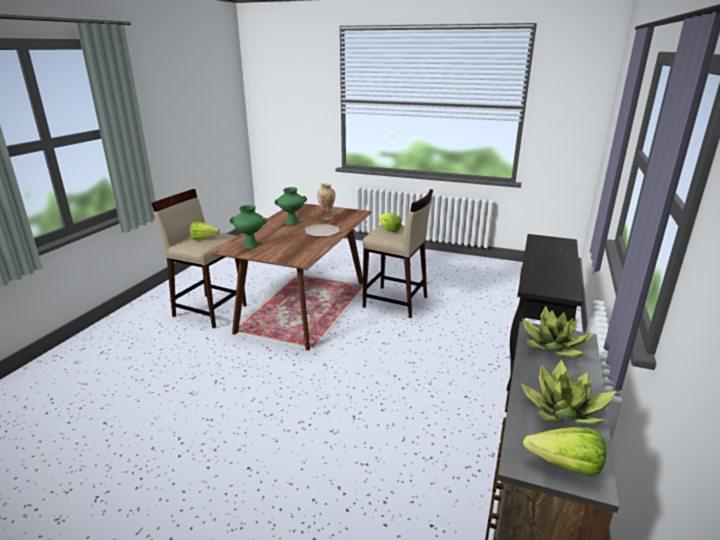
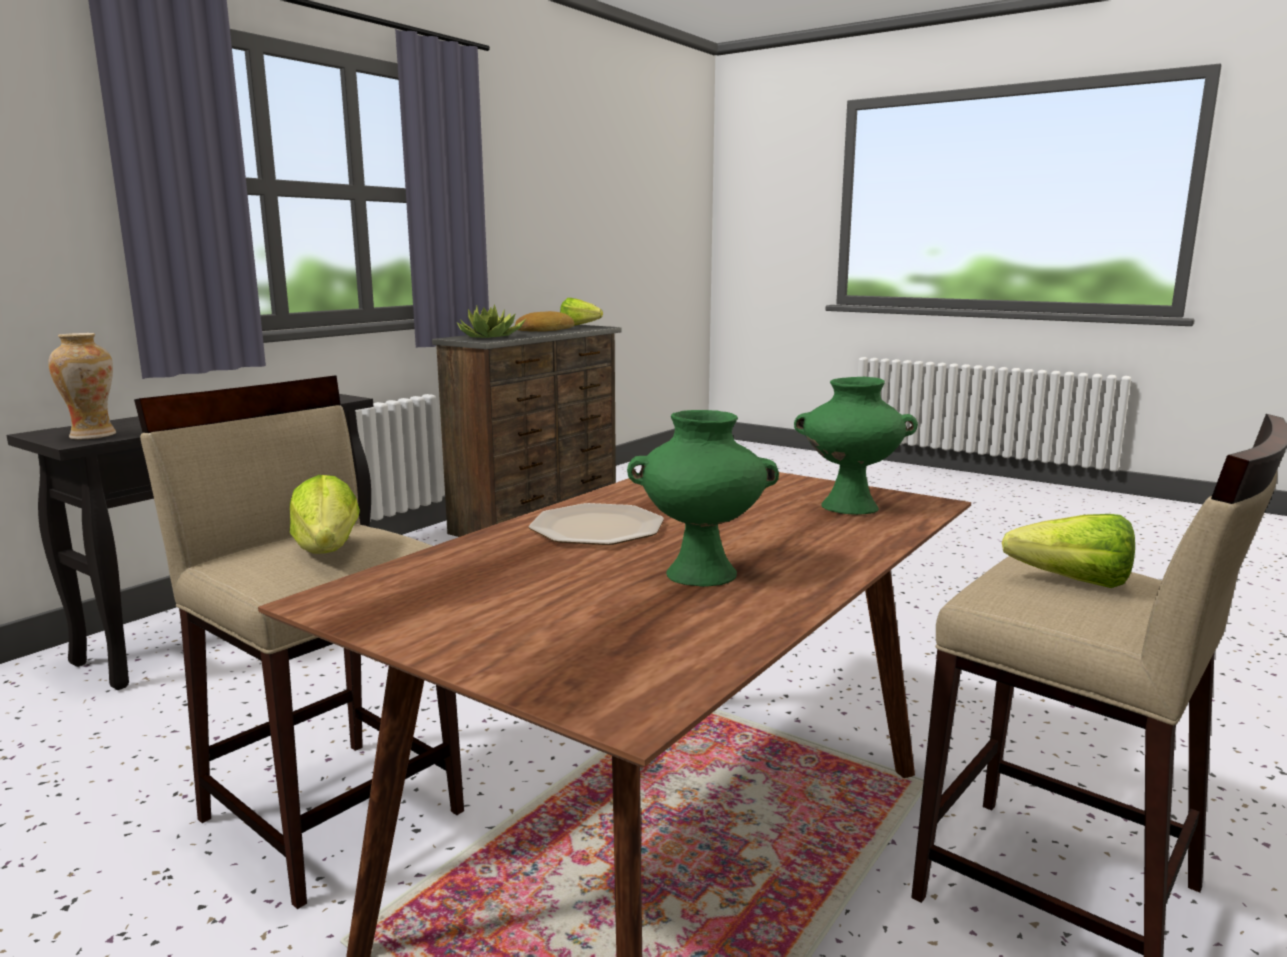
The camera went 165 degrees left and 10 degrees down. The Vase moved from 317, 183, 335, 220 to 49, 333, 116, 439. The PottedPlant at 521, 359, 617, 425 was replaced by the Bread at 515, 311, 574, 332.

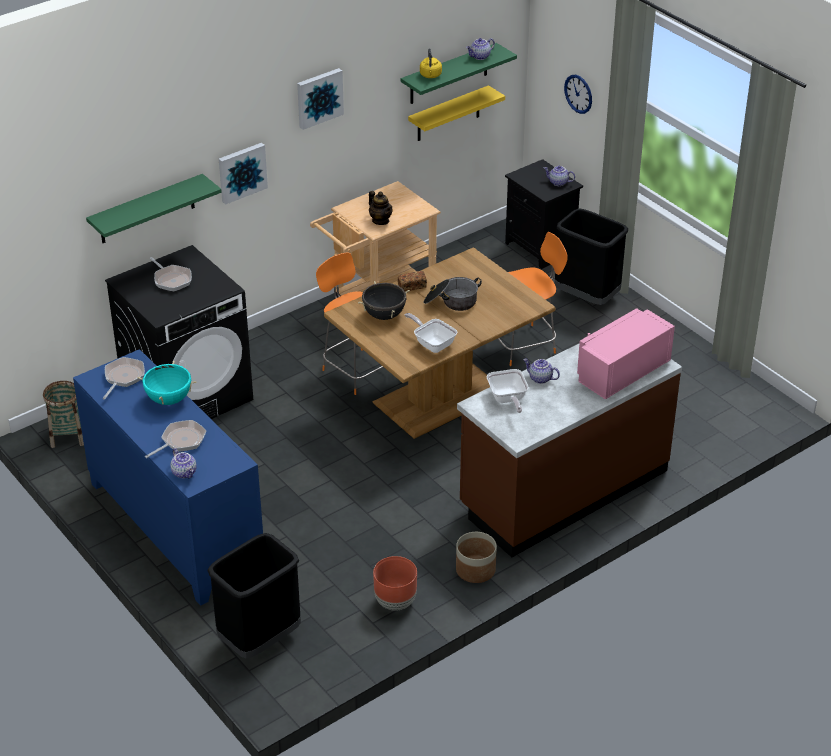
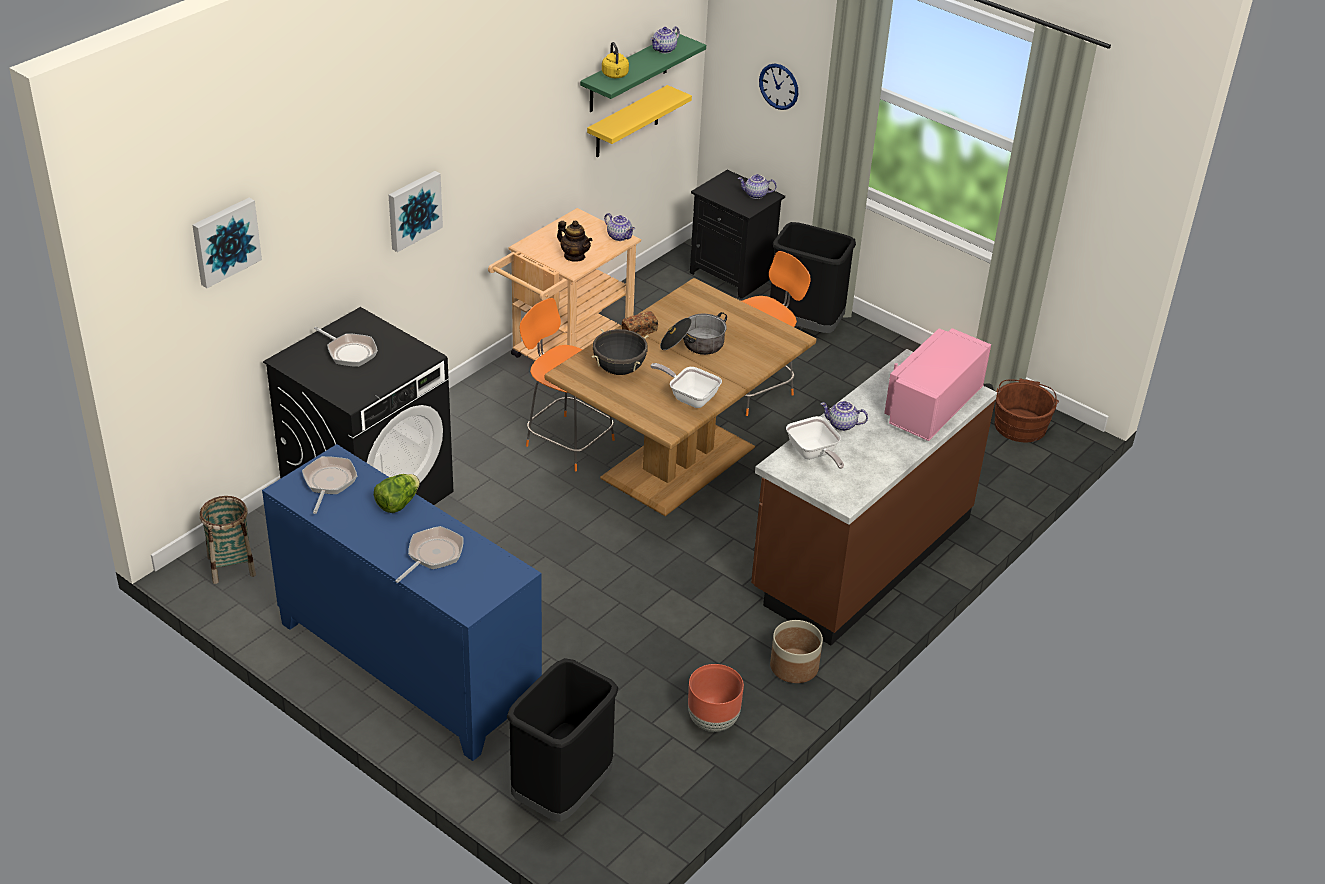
The camera went 15 degrees left and 0 degrees up. The GreenShelf at 86, 174, 222, 243 disappeared. The BrownBucket at 994, 379, 1059, 443 appeared. The Teapot moved from 170, 448, 197, 478 to 604, 213, 635, 241. The Picture moved from 297, 68, 344, 130 to 192, 198, 262, 288. The TurquoiseCookingPot at 137, 361, 196, 405 was replaced by the Lettuce at 374, 474, 420, 513.

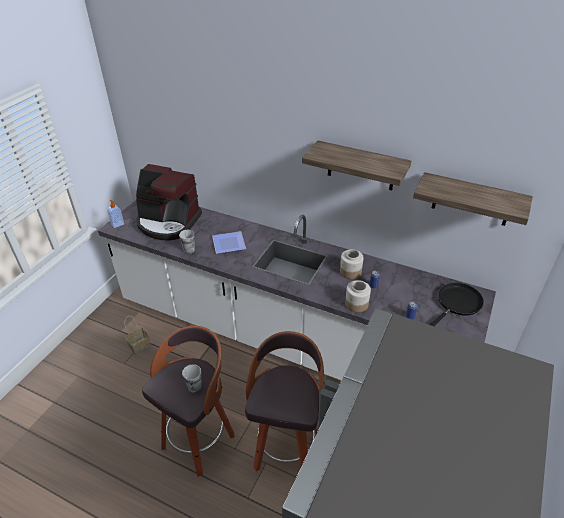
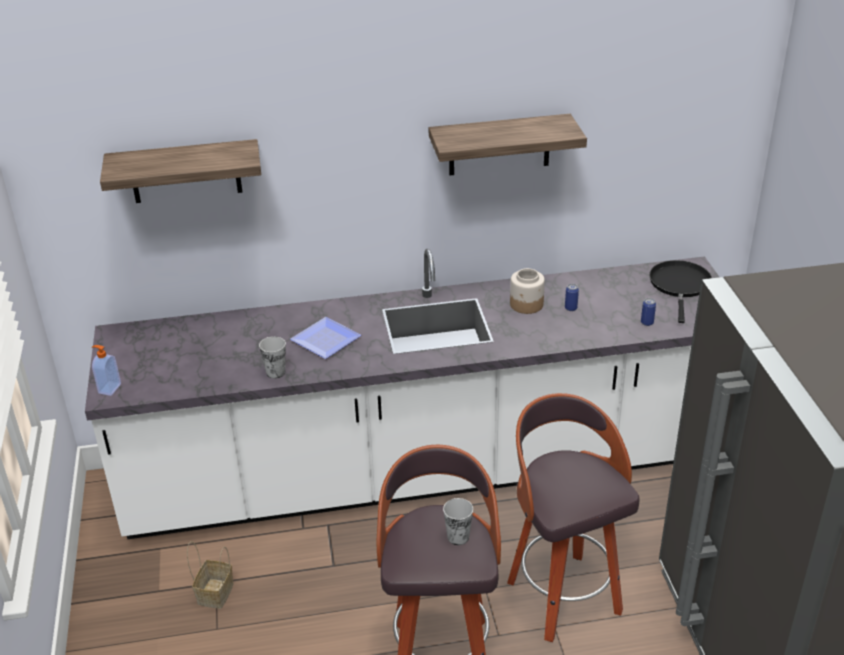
The camera went 35 degrees left and 5 degrees down. The CoffeeMachine at 136, 164, 202, 241 disappeared. The Jar at 345, 280, 371, 312 disappeared. The Shelf moved from 413, 172, 533, 226 to 100, 139, 261, 203.

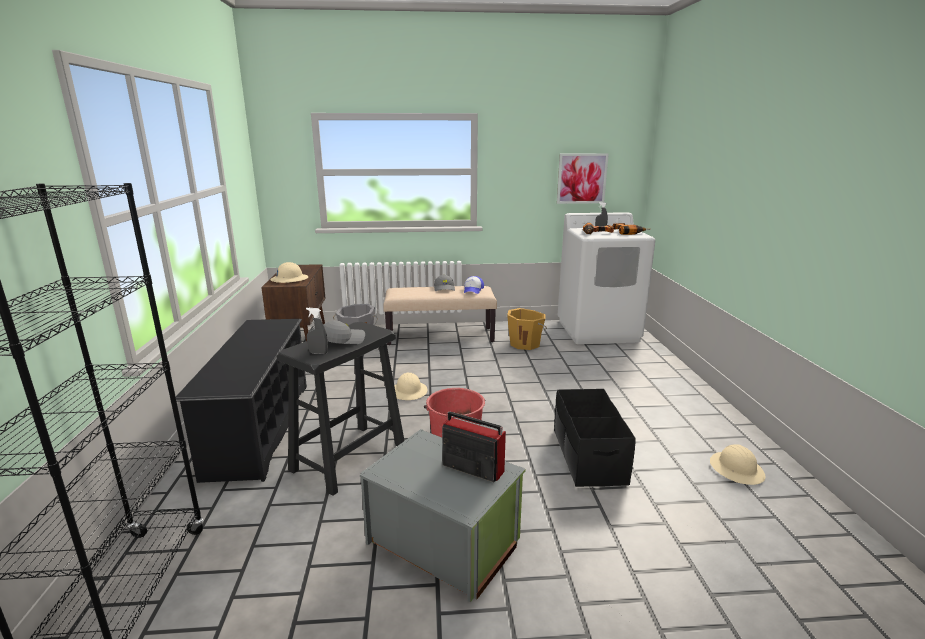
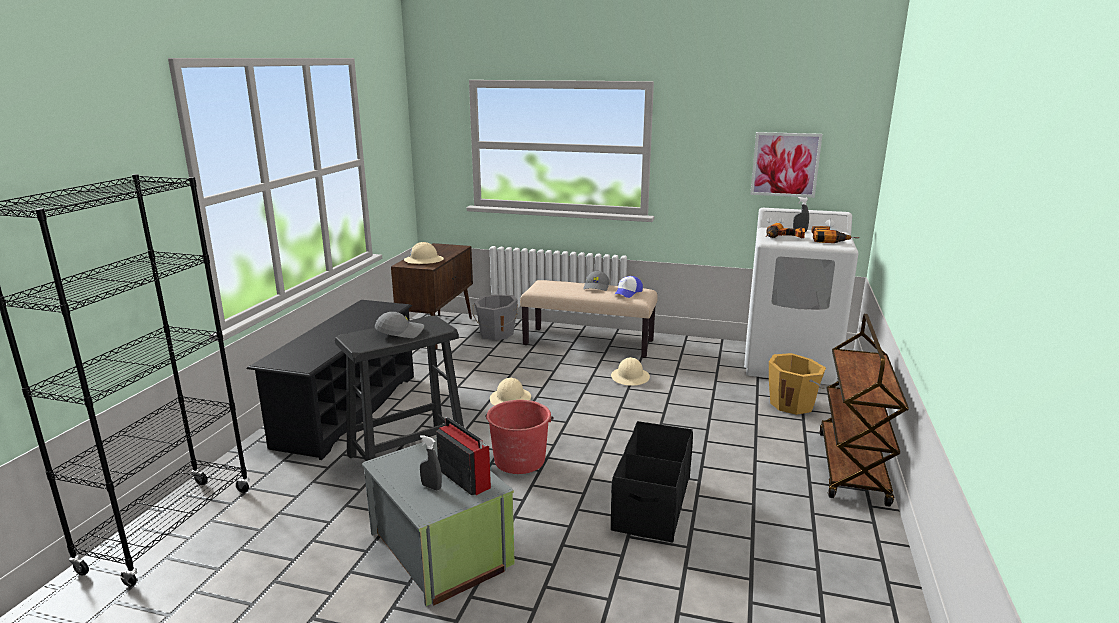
The camera went 20 degrees right and 0 degrees up. The BrownCart at 819, 314, 909, 507 appeared. The GreySprayBottle moved from 306, 308, 328, 354 to 420, 435, 442, 490. The OrangeBucket moved from 507, 308, 547, 350 to 769, 353, 826, 415. The BeigeHardHat moved from 710, 444, 765, 485 to 611, 357, 650, 386.

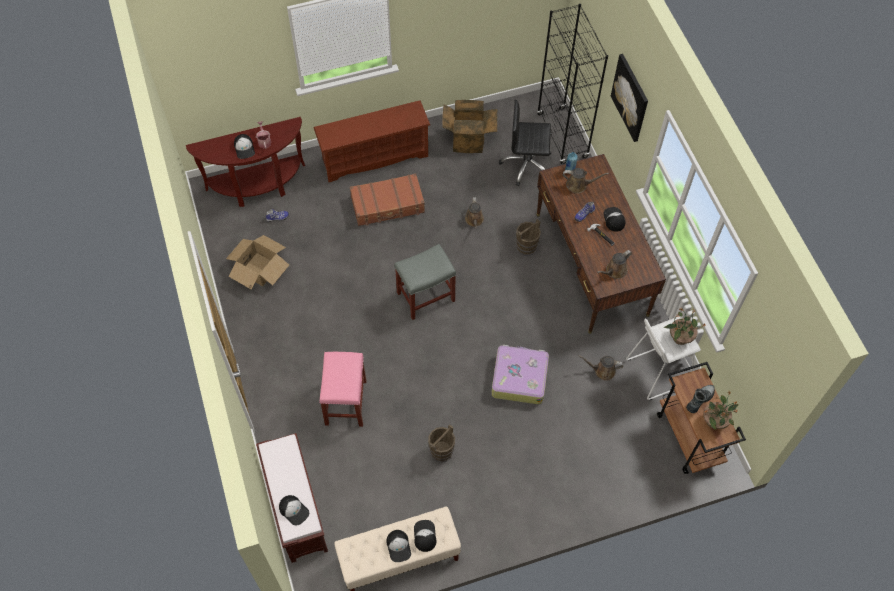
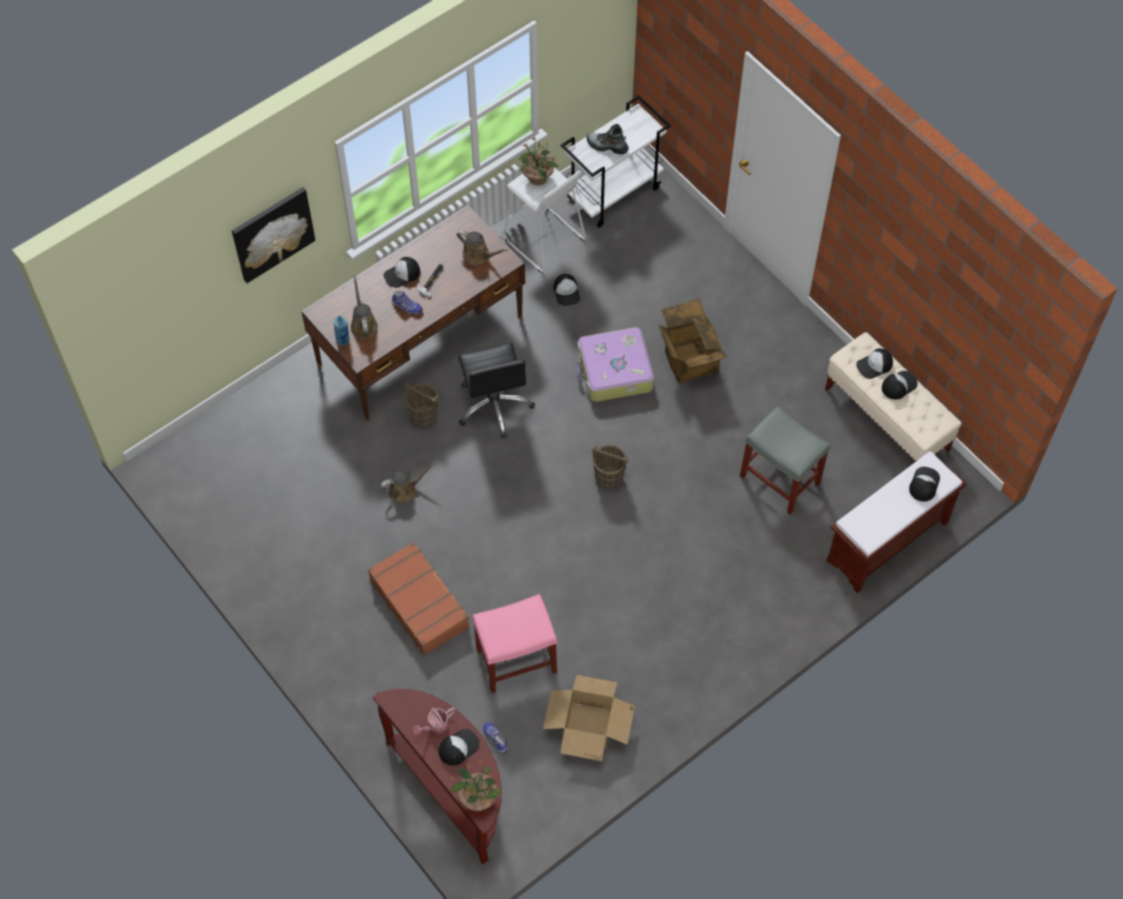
The camera went 110 degrees left and 0 degrees up. The BrownShoeRack at 314, 101, 430, 182 disappeared. The BlackBookcase at 537, 4, 608, 164 disappeared. The PinkStool moved from 319, 352, 366, 427 to 472, 594, 557, 693. The GreyStool moved from 394, 244, 456, 320 to 740, 406, 830, 515. The BrownBucket moved from 428, 424, 455, 462 to 592, 445, 628, 492. The CardboardBox moved from 442, 100, 497, 153 to 659, 298, 728, 384. The BlackOfficeChair moved from 499, 100, 551, 186 to 458, 343, 535, 439. The PottedPlant moved from 703, 391, 738, 430 to 450, 760, 501, 811. The BrownWateringCan at 579, 355, 623, 381 was replaced by the Cap at 553, 274, 580, 306. The BrownCart at 657, 362, 746, 474 became the WhiteCart at 561, 95, 671, 228.

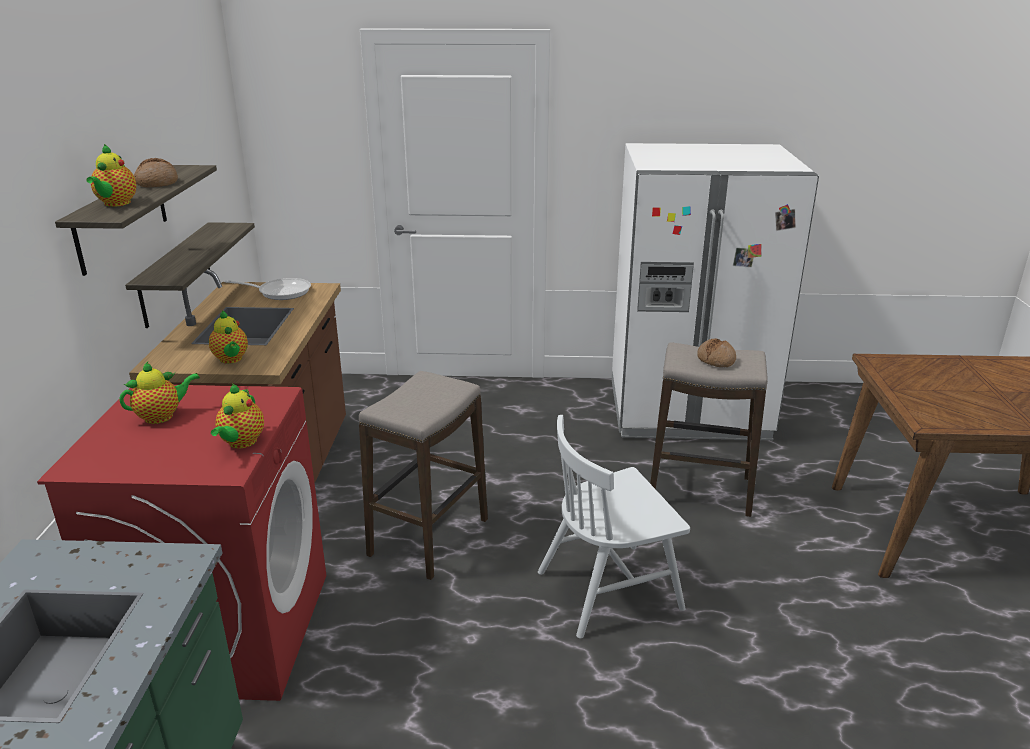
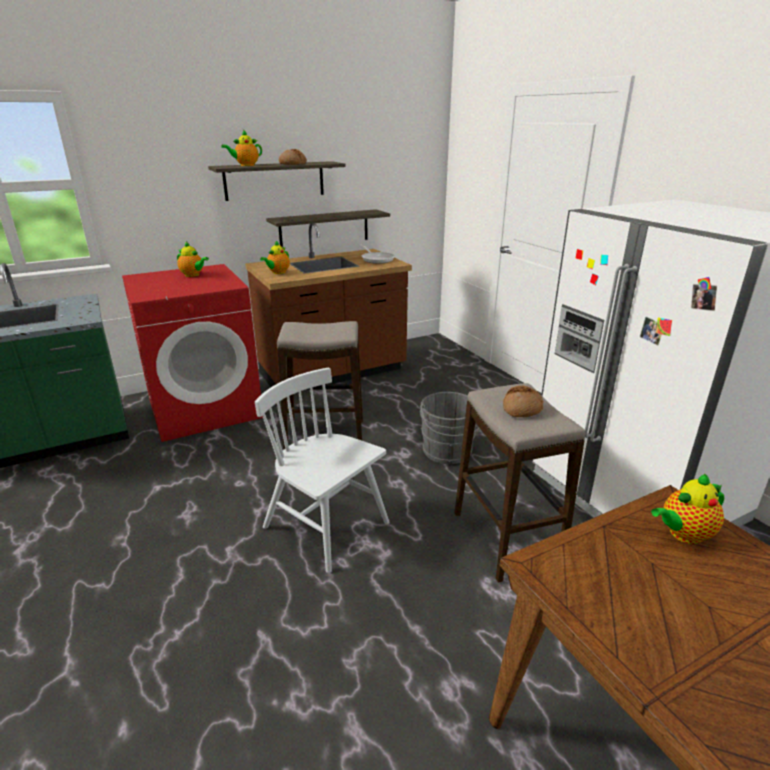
The camera went 60 degrees right and 0 degrees up. The GreyBucket at 420, 392, 480, 464 appeared. The Teapot moved from 211, 384, 264, 448 to 651, 473, 724, 544.

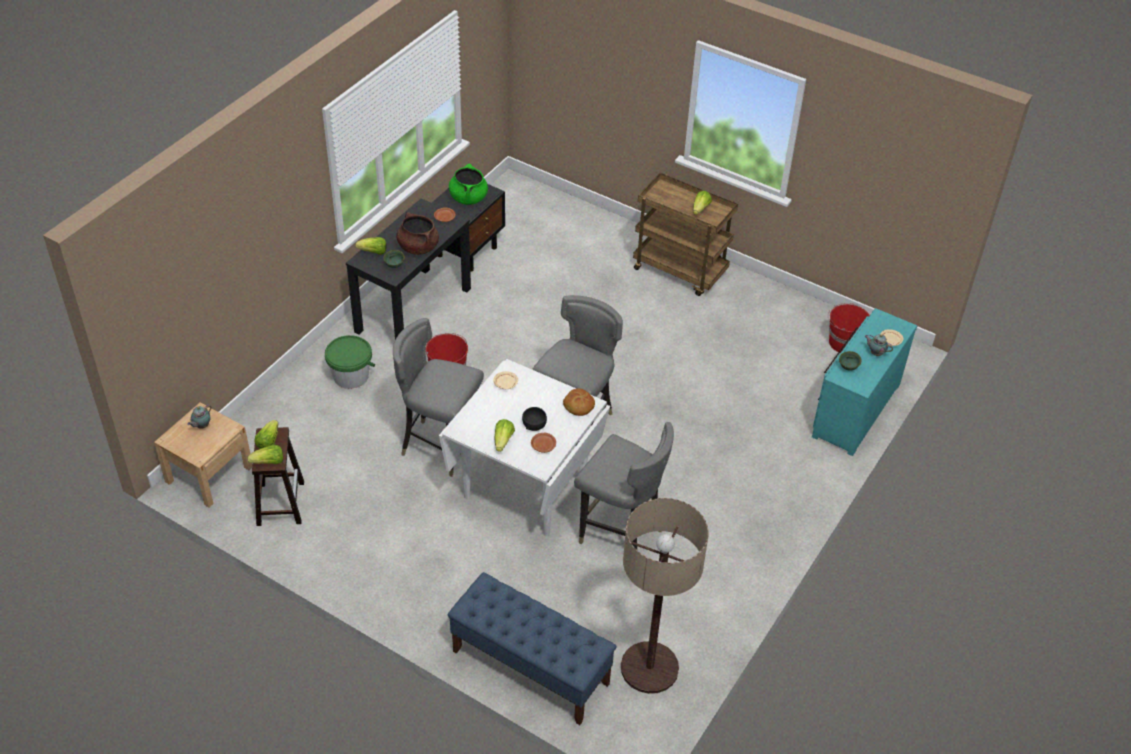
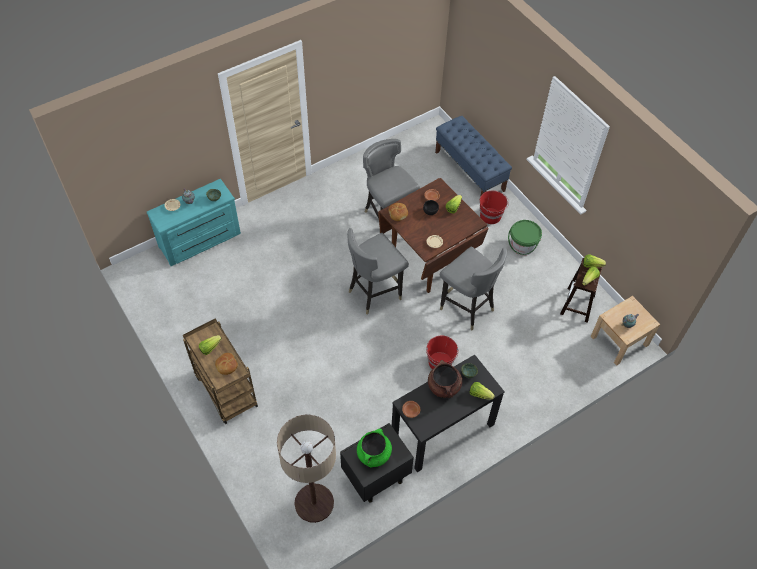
The camera went 155 degrees left and 10 degrees up. The Bread at 215, 353, 238, 375 appeared. The GreenBucket moved from 325, 335, 375, 389 to 508, 220, 542, 255. The FloorLamp moved from 621, 498, 709, 694 to 277, 415, 336, 523. The RedBucket moved from 828, 303, 870, 353 to 480, 191, 509, 224. The WhiteDiningTable at 439, 359, 610, 536 became the BrownDiningTable at 378, 178, 489, 293.

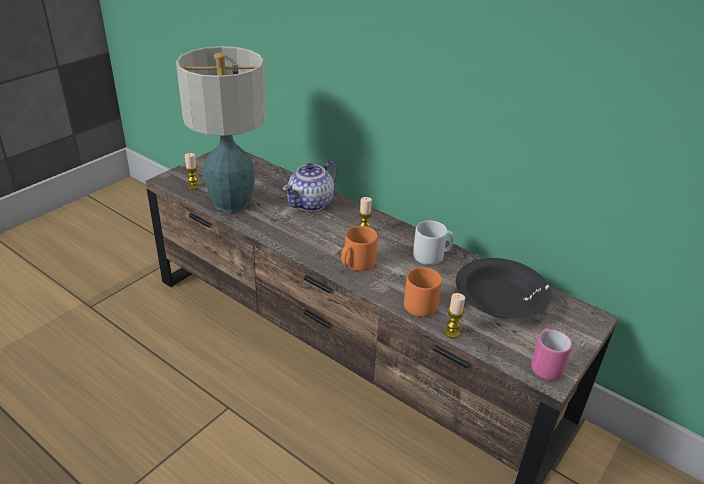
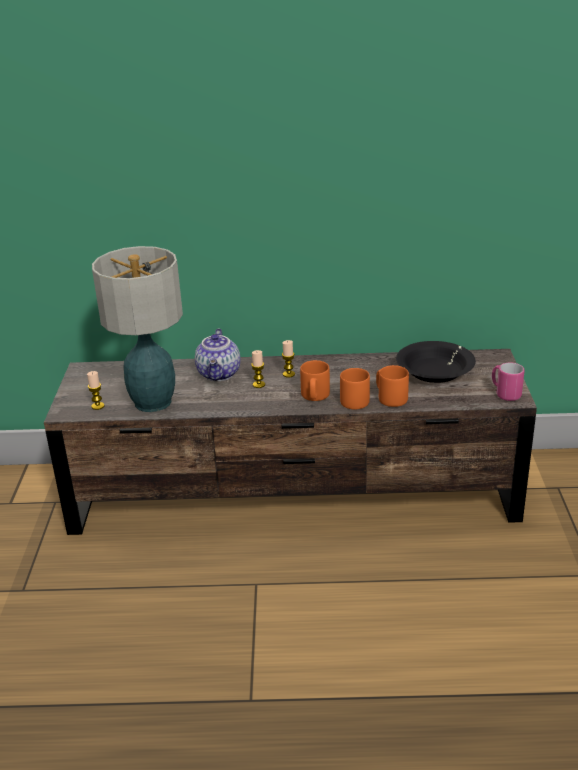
The camera went 35 degrees left and 5 degrees down. The GreyMug at 413, 221, 454, 265 disappeared. The OrangeMug at 340, 368, 370, 409 appeared. The Candle moved from 444, 293, 465, 338 to 251, 350, 265, 388.

